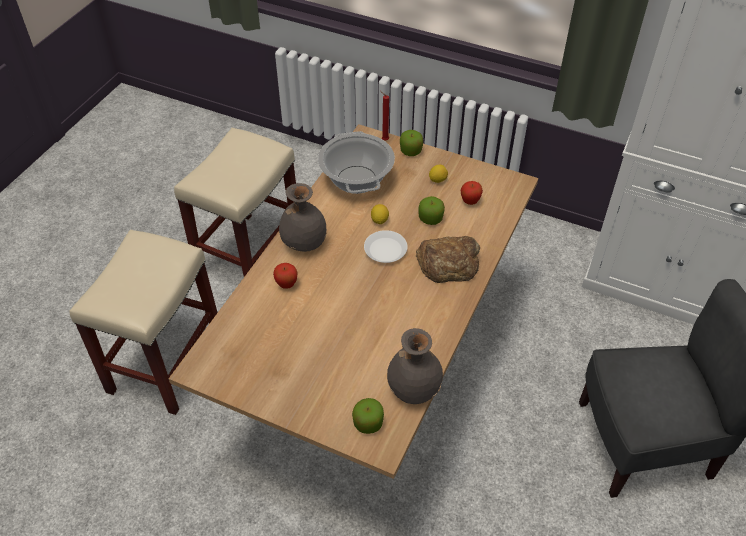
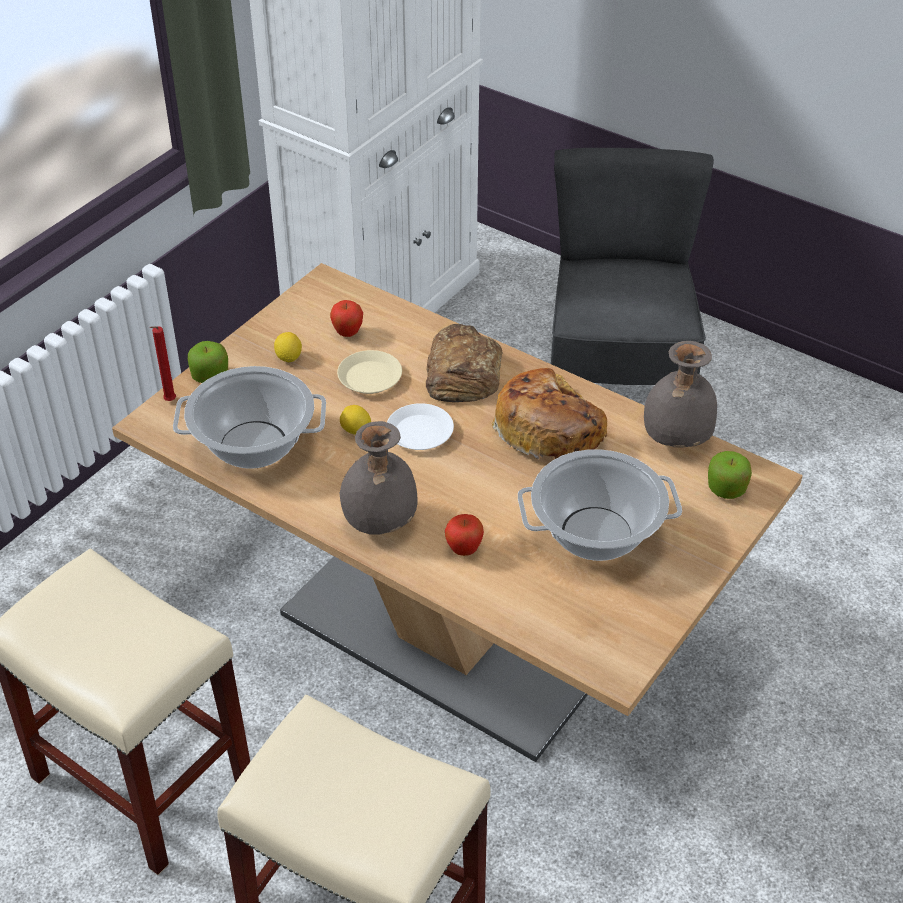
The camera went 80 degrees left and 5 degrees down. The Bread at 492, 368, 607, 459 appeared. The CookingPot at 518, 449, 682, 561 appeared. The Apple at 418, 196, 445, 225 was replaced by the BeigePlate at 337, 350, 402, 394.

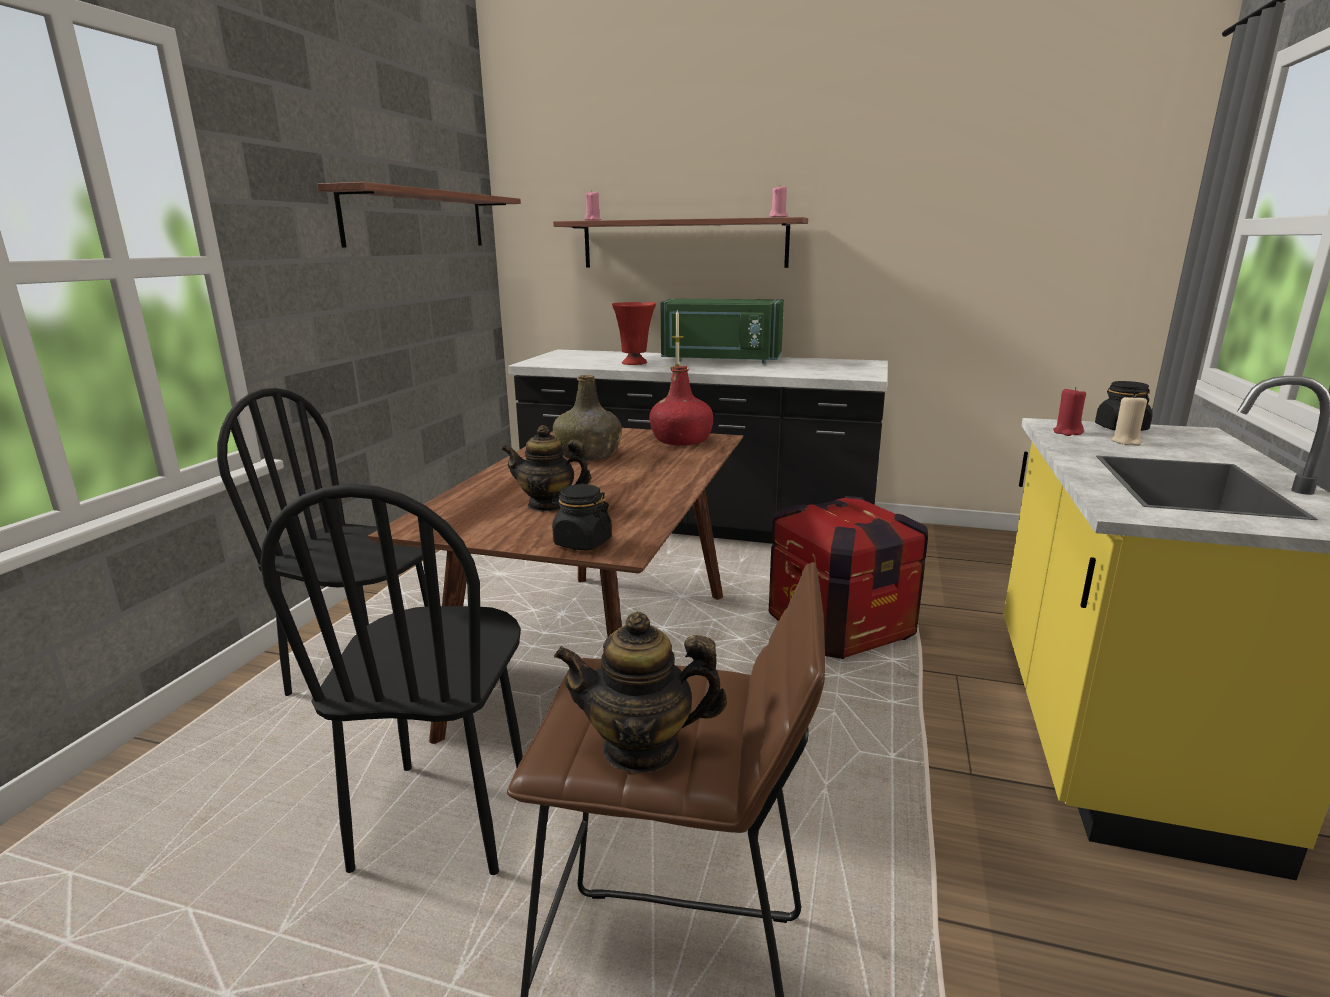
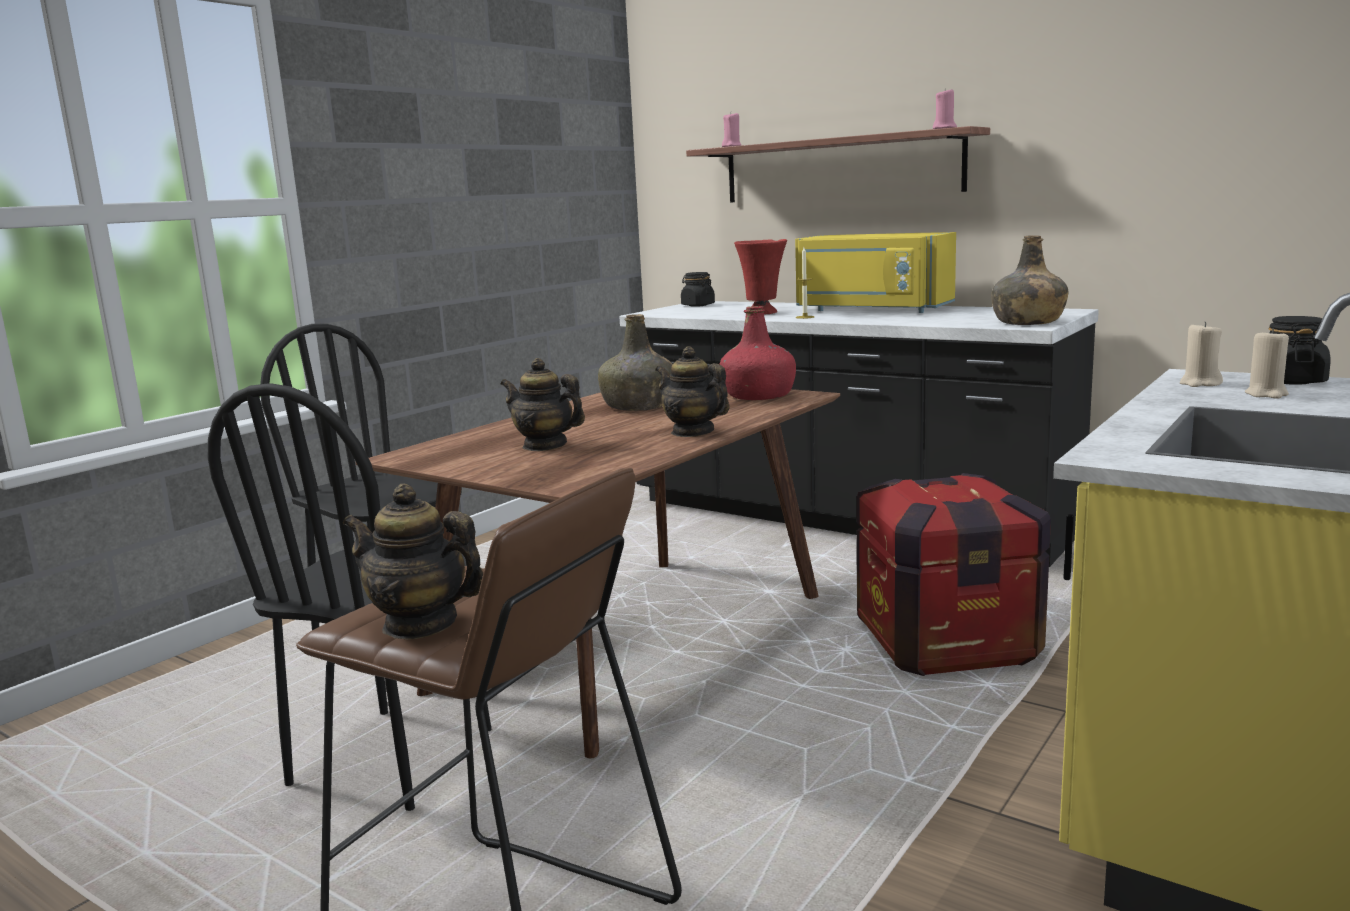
The camera went 20 degrees right and 5 degrees down. The Shelf at 317, 182, 521, 248 disappeared. The Teapot at 655, 346, 730, 437 appeared. The GreenBottle at 991, 235, 1068, 325 appeared. The BlackJar moved from 551, 484, 612, 551 to 681, 272, 715, 307. The GreenMicrowave at 661, 299, 784, 364 became the YellowMicrowave at 795, 232, 956, 313. The RedCandle at 1053, 387, 1086, 436 became the BeigeCandle at 1180, 322, 1223, 387.

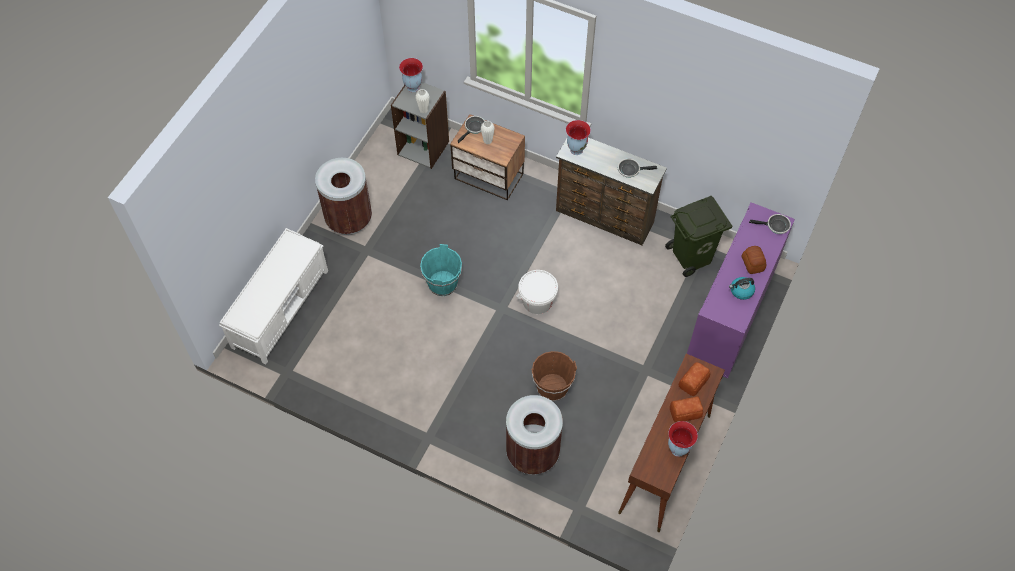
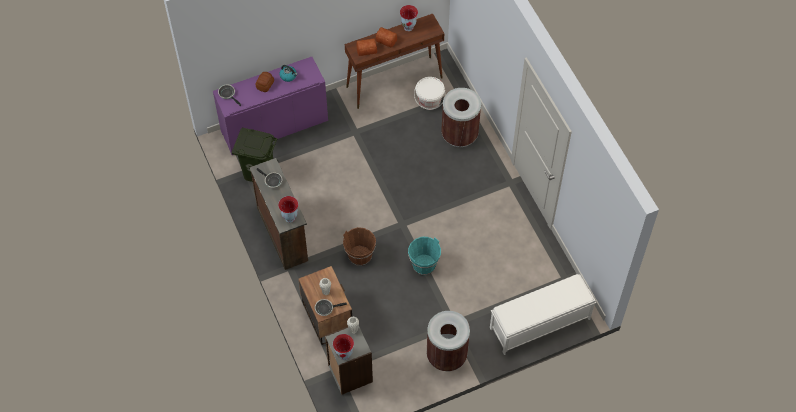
The camera went 140 degrees left and 0 degrees up. The WhiteBucket moved from 516, 270, 558, 314 to 414, 77, 445, 110. The BrownBucket moved from 531, 351, 577, 402 to 343, 227, 376, 266.

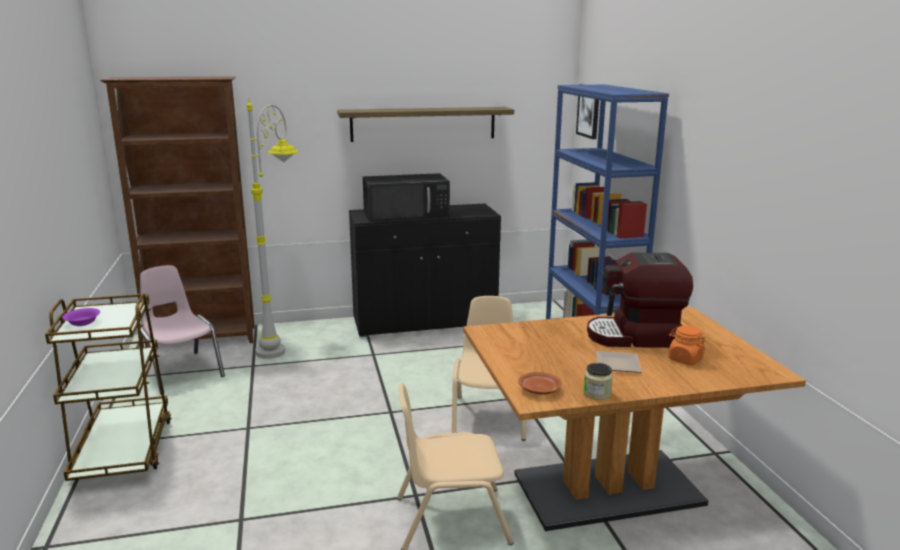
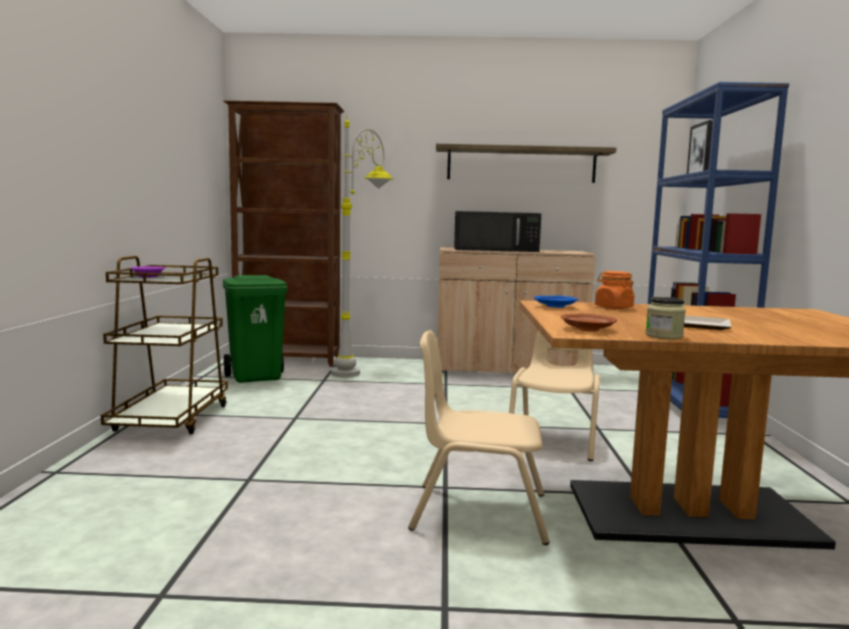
The camera went 15 degrees right and 10 degrees down. The CoffeeMachine at 587, 253, 693, 348 disappeared. The BluePlate at 534, 296, 579, 308 appeared. The OrangeJar moved from 668, 326, 706, 365 to 595, 271, 634, 309. The PinkChair at 140, 265, 225, 394 was replaced by the GreenTrashCan at 223, 275, 288, 383. The BlackCabinet at 349, 204, 501, 337 became the BeigeCabinet at 437, 247, 596, 373.

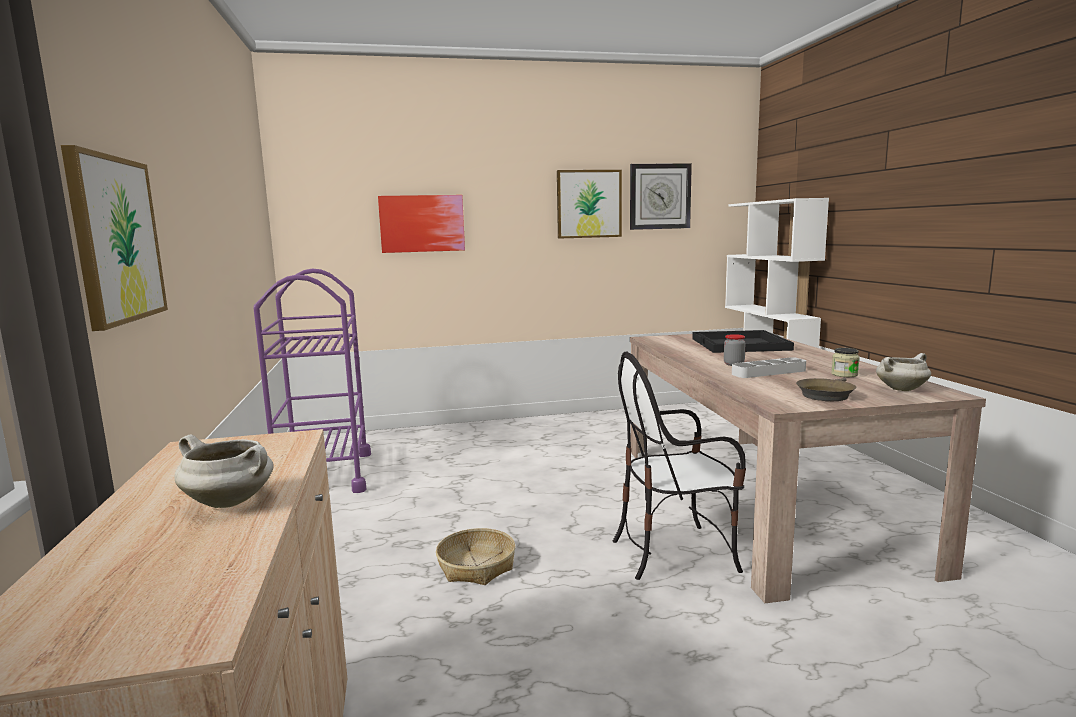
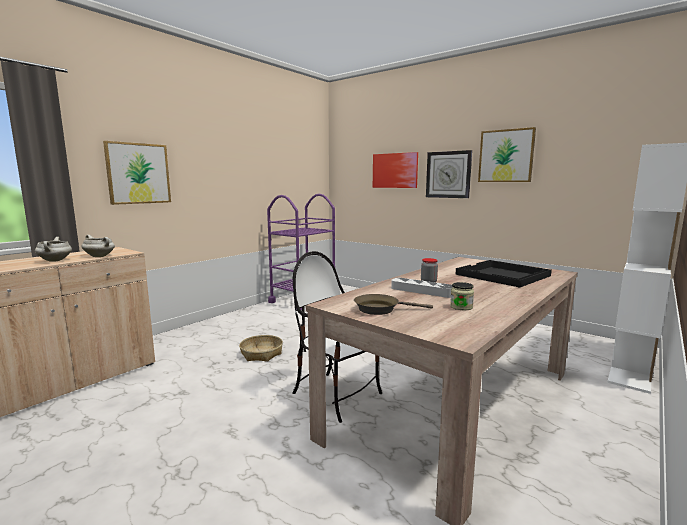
The camera went 50 degrees right and 0 degrees up. The WallClock moved from 630, 163, 692, 230 to 426, 150, 472, 198. The WhiteCookingPot moved from 876, 353, 931, 391 to 82, 235, 115, 257.

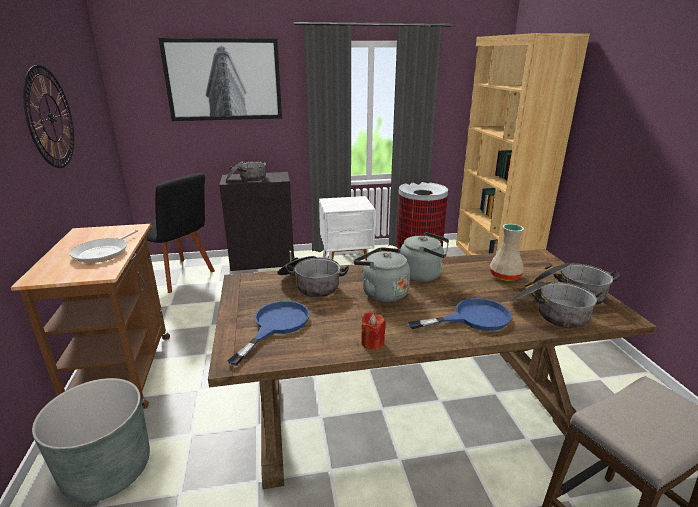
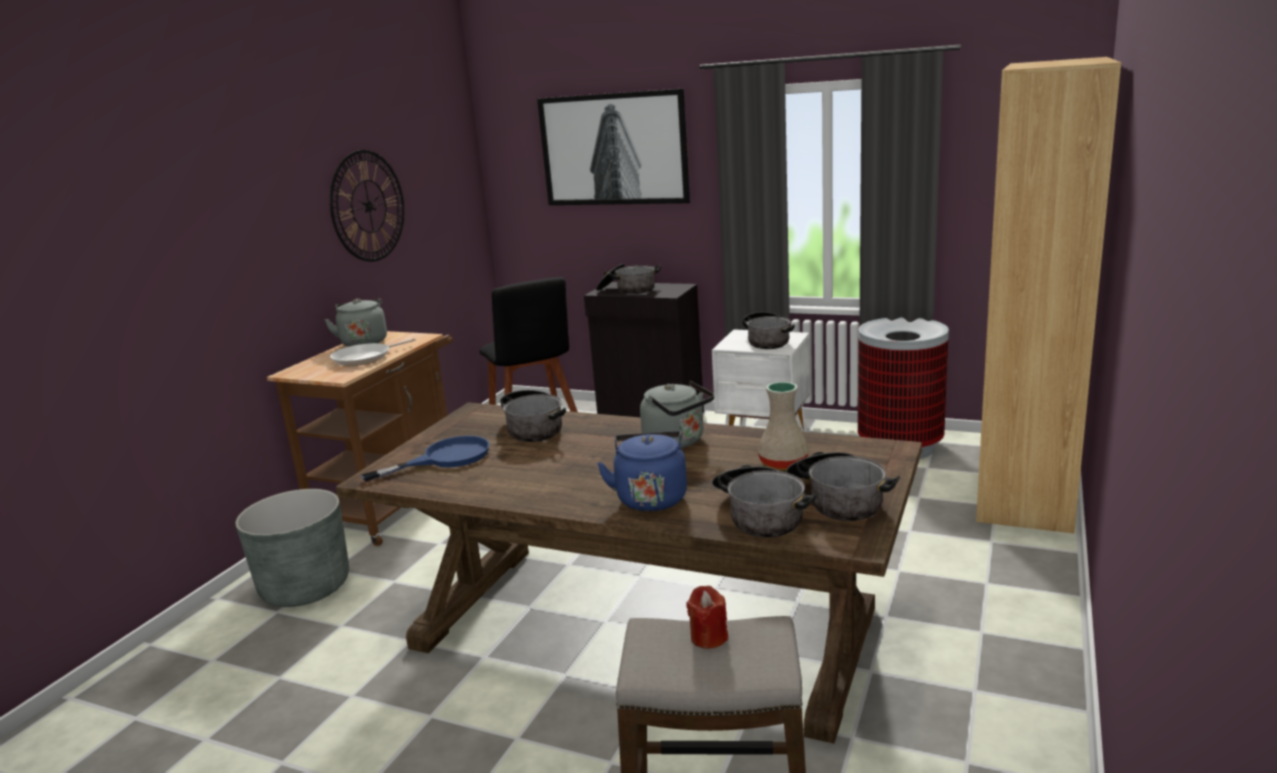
The camera went 35 degrees right and 5 degrees down. The CookingPot at 742, 312, 795, 349 appeared. The GreyKettle moved from 354, 247, 410, 302 to 324, 299, 387, 347. The RedCandle moved from 361, 311, 386, 350 to 686, 586, 728, 649. The BlueFryingPan at 408, 298, 512, 331 was replaced by the BlueKettle at 597, 431, 687, 511.

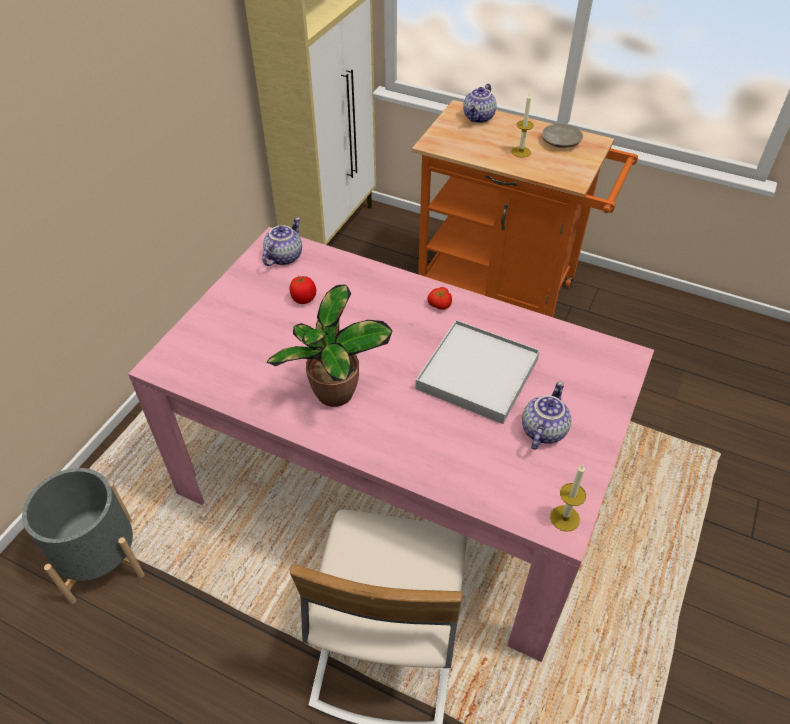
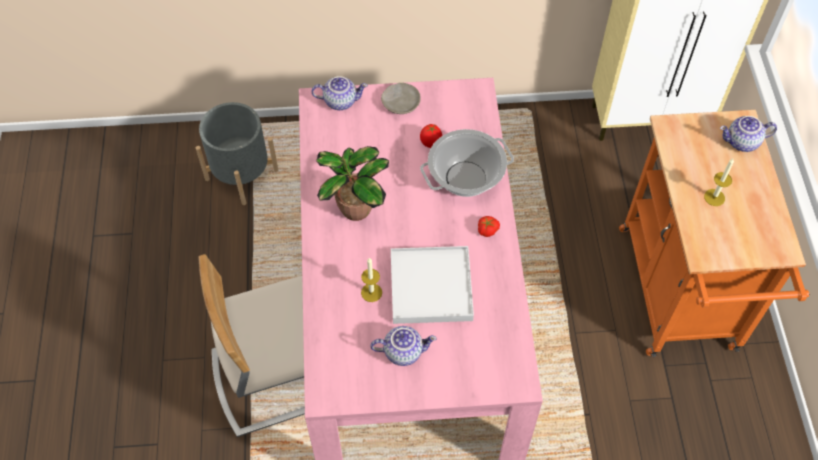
The camera went 60 degrees right and 10 degrees up. The CookingPot at 420, 129, 514, 197 appeared. The Teapot moved from 262, 217, 302, 266 to 311, 76, 368, 110. The BeigePlate moved from 542, 124, 583, 148 to 381, 83, 421, 114. The Candle moved from 550, 465, 586, 532 to 361, 258, 382, 302.

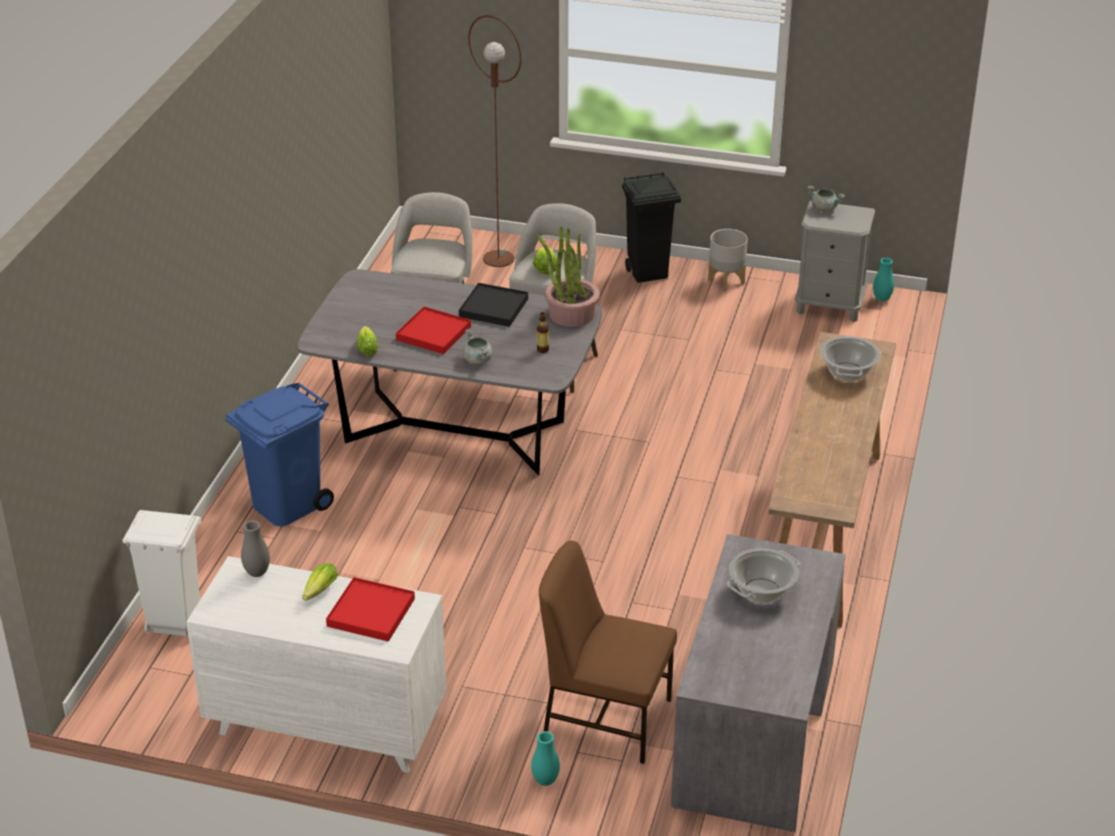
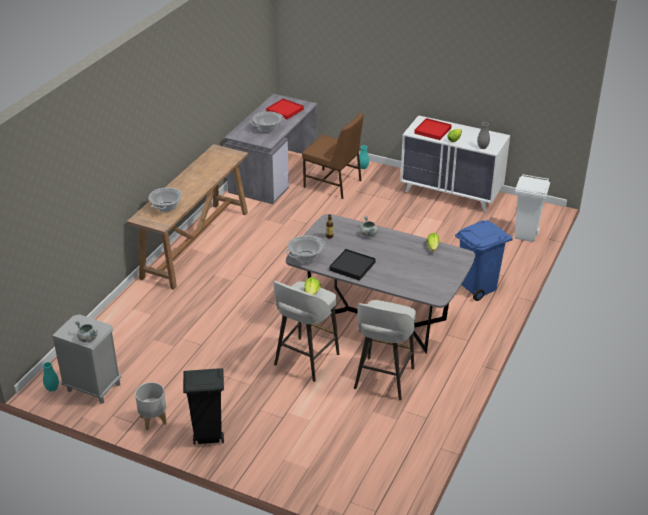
The camera went 170 degrees left and 0 degrees up. The BrownFloorLamp at 468, 15, 521, 267 disappeared. The RedTray moved from 396, 307, 471, 354 to 266, 99, 304, 120. The PottedPlant at 537, 227, 600, 327 was replaced by the CookingPot at 285, 236, 326, 263.

